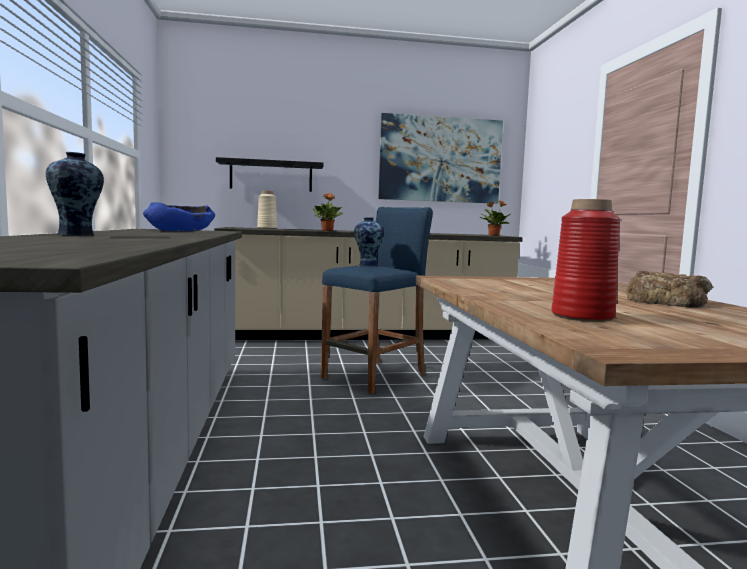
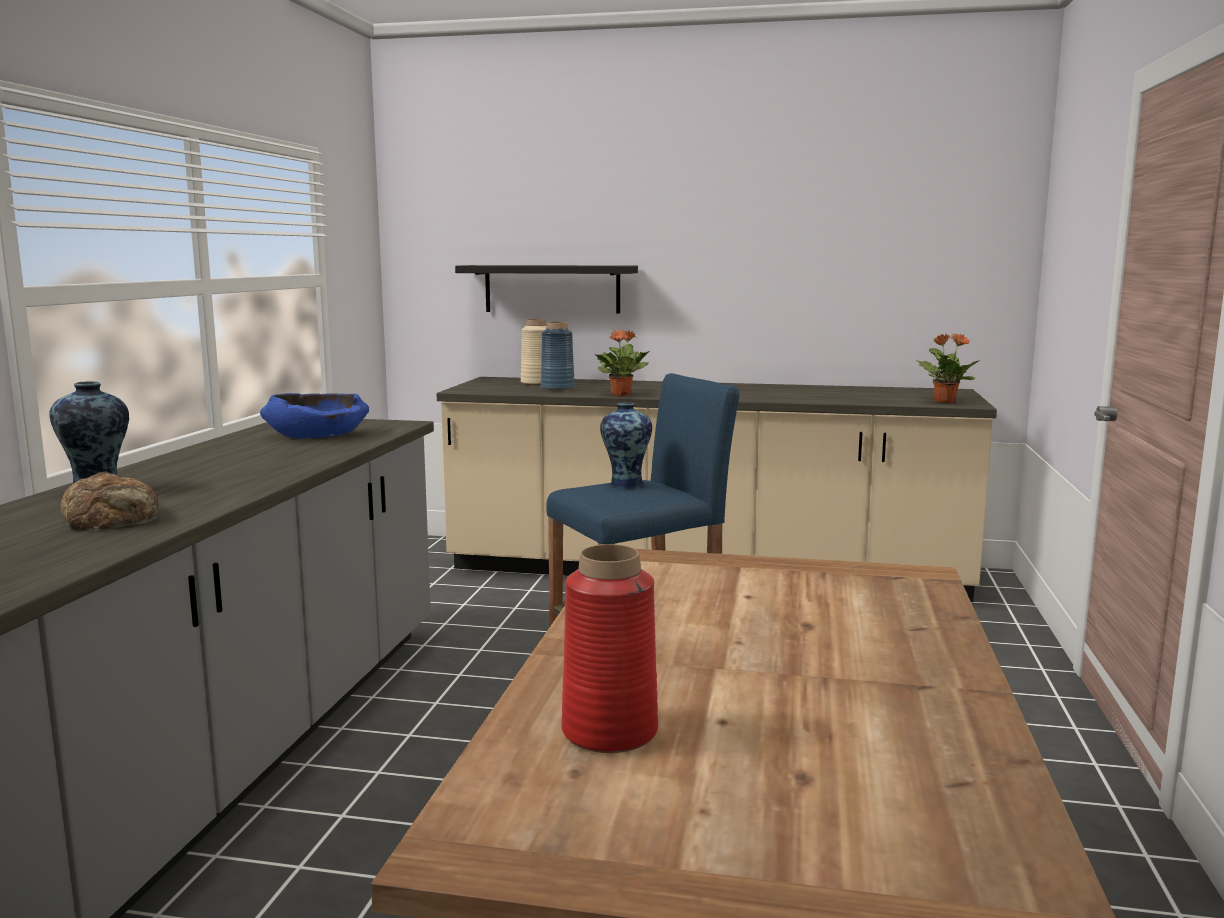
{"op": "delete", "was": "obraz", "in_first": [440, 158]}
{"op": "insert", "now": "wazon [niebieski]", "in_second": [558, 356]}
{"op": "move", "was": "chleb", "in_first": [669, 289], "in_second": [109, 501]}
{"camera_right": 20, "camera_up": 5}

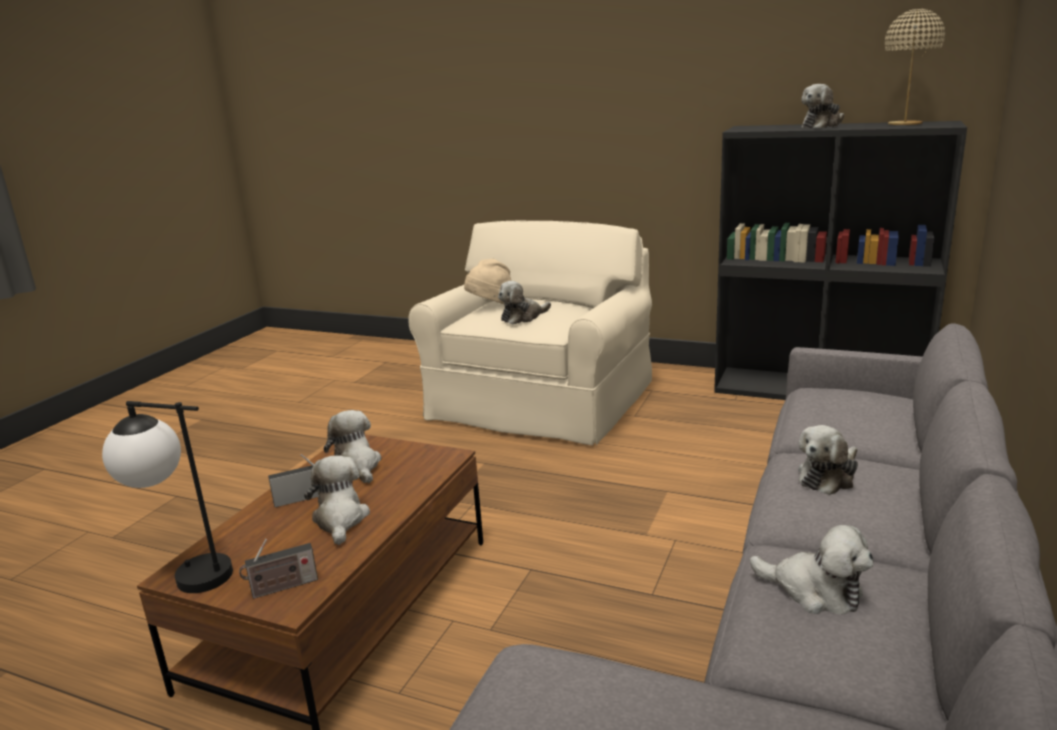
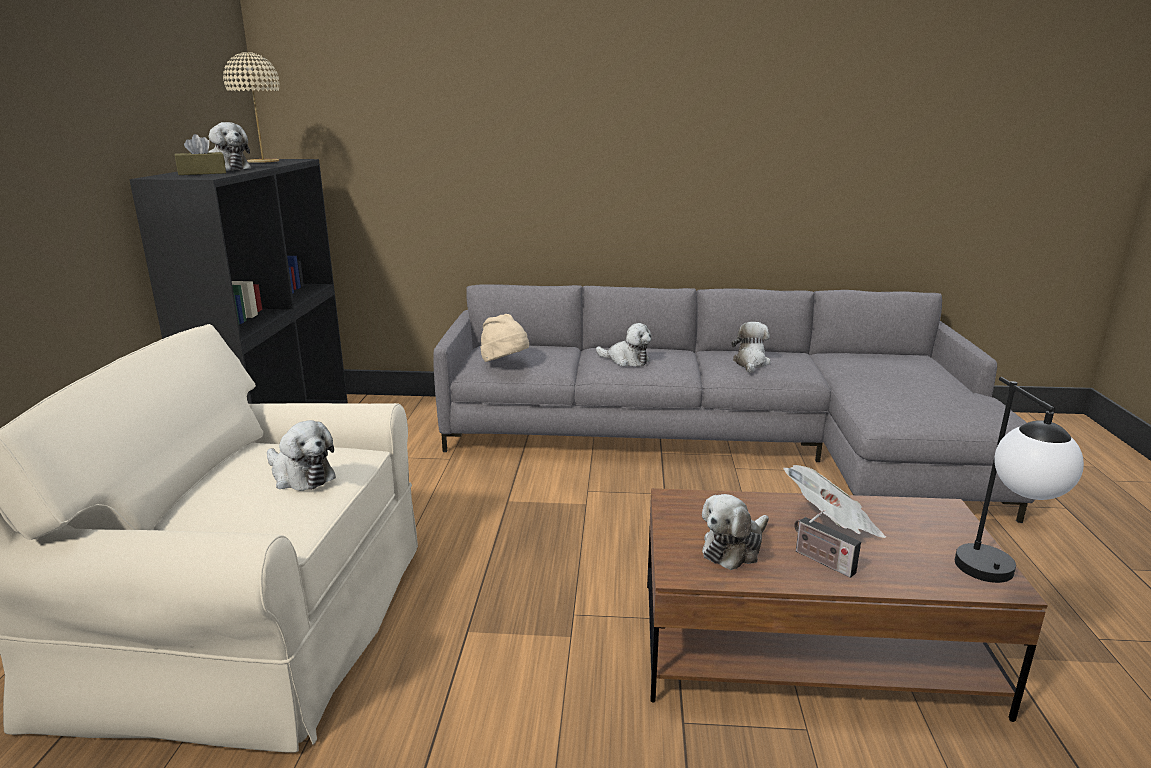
{"op": "delete", "was": "radio", "in_first": [278, 569]}
{"op": "insert", "now": "pudełko chusteczek [brązowy]", "in_second": [200, 154]}
{"op": "move", "was": "kapelusz [beżowy]", "in_first": [488, 281], "in_second": [504, 338]}
{"op": "replace", "was": "pluszak", "now": "gazeta", "in_first": [337, 500], "in_second": [834, 501]}
{"camera_right": -110, "camera_up": 0}

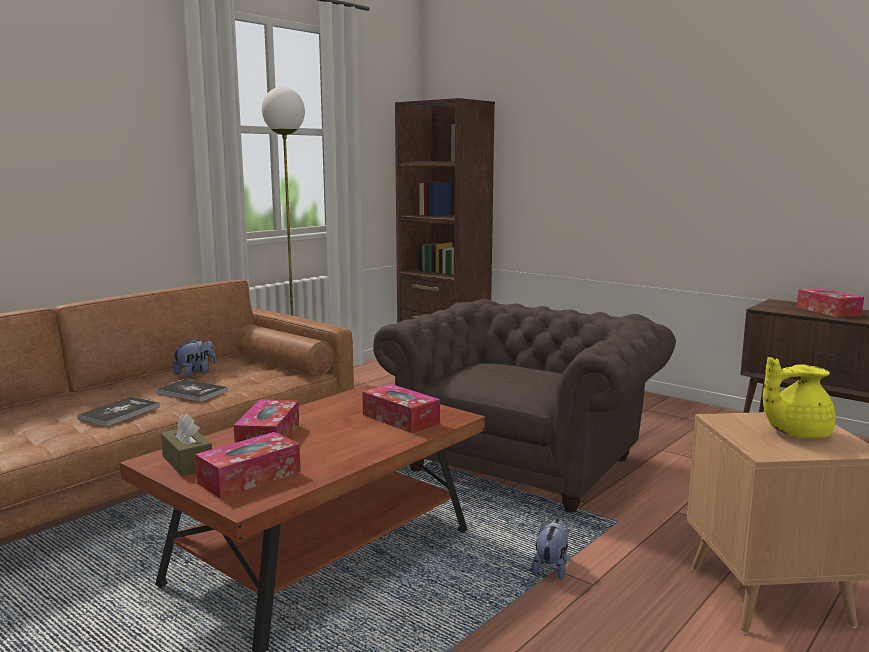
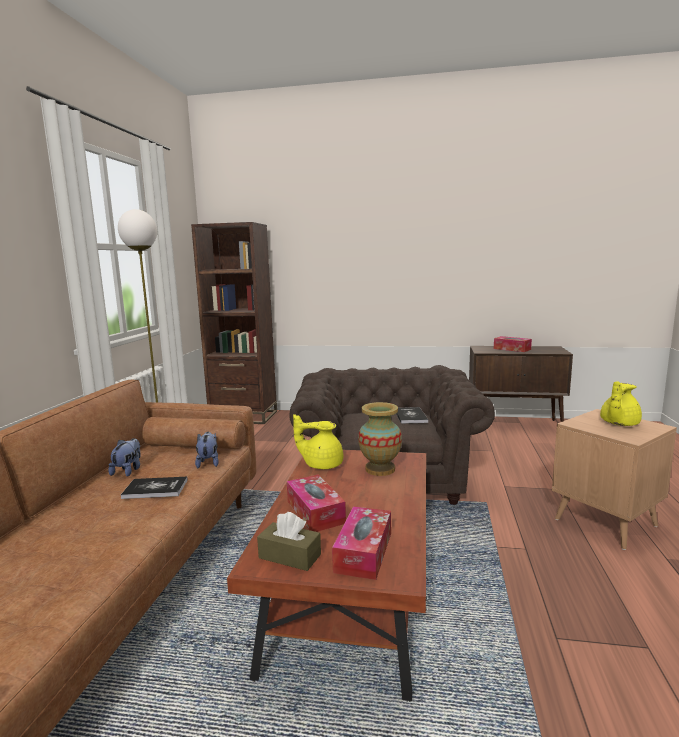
{"op": "insert", "now": "imbryk [żółty]", "in_second": [318, 441]}
{"op": "move", "was": "książka", "in_first": [119, 411], "in_second": [412, 415]}
{"op": "move", "was": "pluszak", "in_first": [549, 549], "in_second": [207, 450]}
{"op": "replace", "was": "pudełko chusteczek", "now": "wazon", "in_first": [401, 408], "in_second": [380, 439]}
{"camera_right": -30, "camera_up": 0}

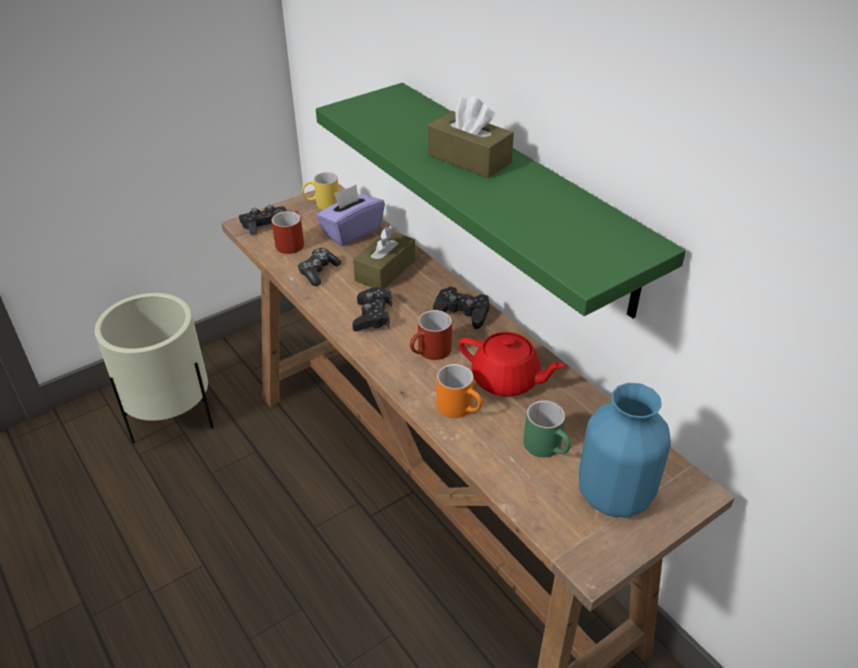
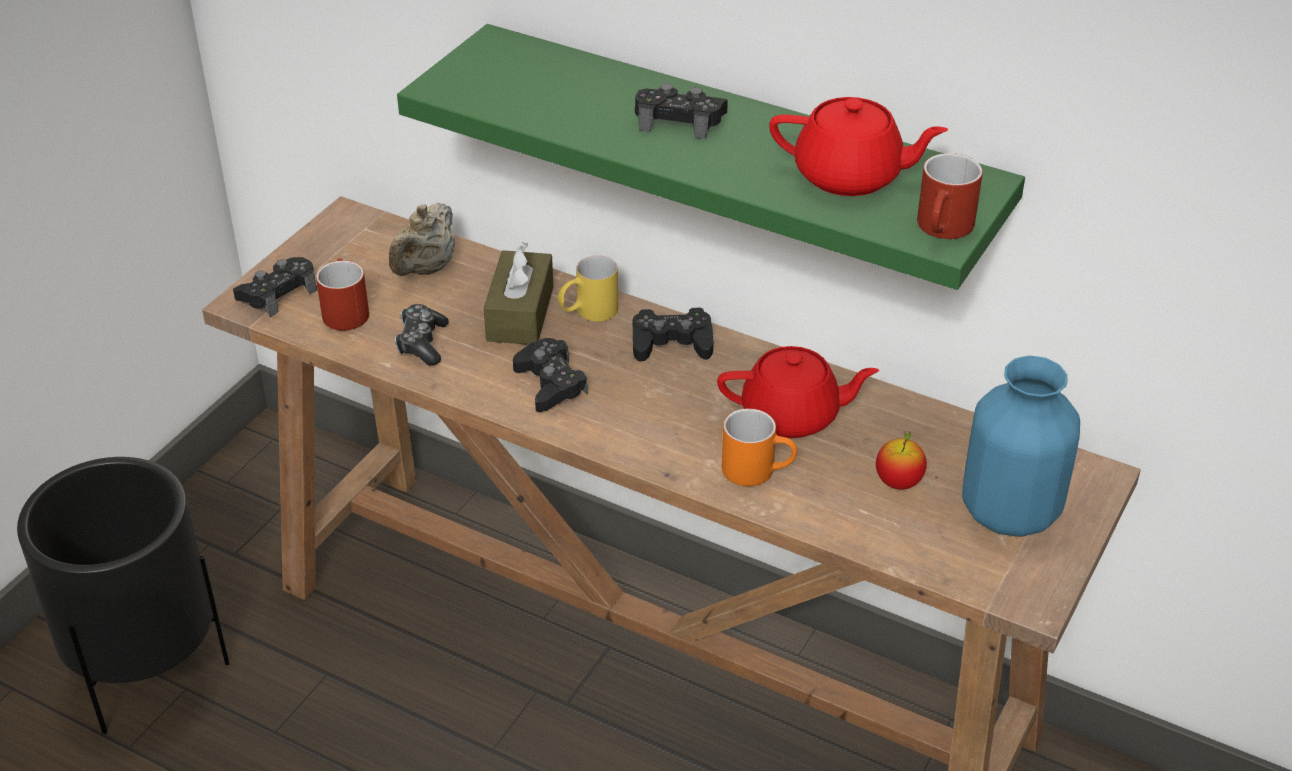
{"op": "insert", "now": "imbryk [czerwony]", "in_second": [858, 146]}
{"op": "move", "was": "kubek [żółty]", "in_first": [320, 191], "in_second": [588, 288]}
{"op": "move", "was": "kubek [czerwony]", "in_first": [431, 335], "in_second": [950, 196]}
{"op": "replace", "was": "pudełko chusteczek [fioletowy]", "now": "imbryk [beżowy]", "in_first": [350, 215], "in_second": [422, 239]}
{"op": "replace", "was": "pudełko chusteczek [brązowy]", "now": "pad do gier [czarny]", "in_first": [471, 137], "in_second": [681, 111]}
{"op": "replace", "was": "kubek [zielony]", "now": "jabłko", "in_first": [547, 428], "in_second": [901, 461]}
{"op": "recolor", "was": "donica [beżowy]", "now": "donica [czarny]", "in_first": [154, 368], "in_second": [123, 595]}
{"camera_right": -25, "camera_up": 0}

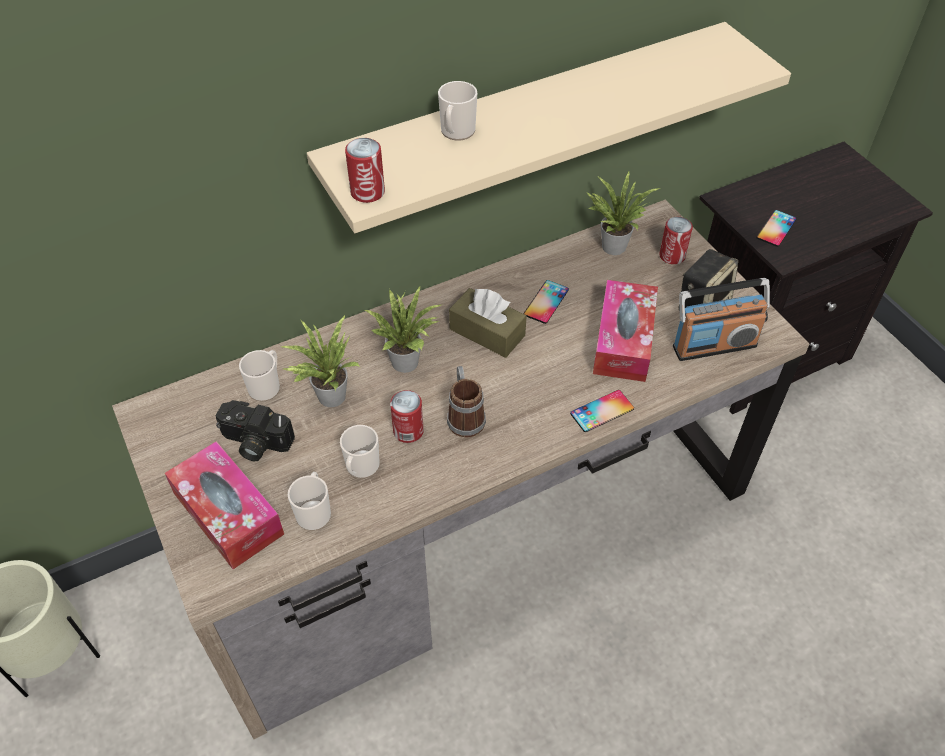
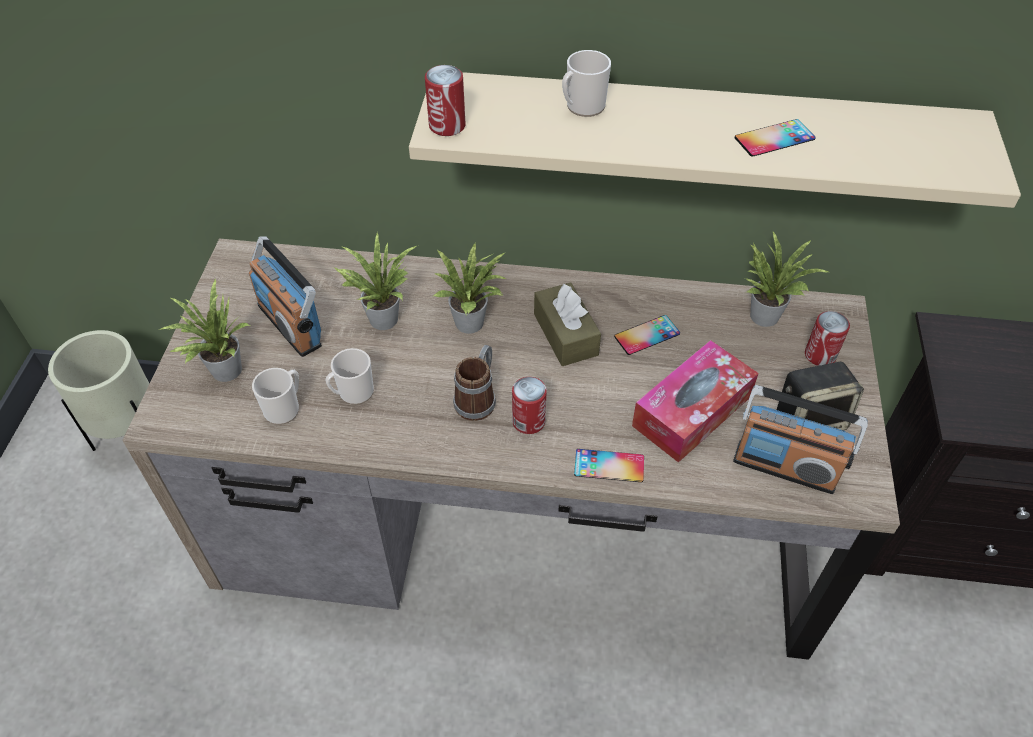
{"op": "delete", "was": "kubek", "in_first": [259, 376]}
{"op": "move", "was": "puszka", "in_first": [407, 416], "in_second": [529, 405]}
{"op": "move", "was": "telefon", "in_first": [776, 228], "in_second": [775, 138]}
{"op": "replace", "was": "pudełko chusteczek", "now": "roślina doniczkowa", "in_first": [224, 505], "in_second": [205, 330]}
{"op": "replace", "was": "aparat fotograficzny", "now": "radio", "in_first": [255, 430], "in_second": [285, 297]}
{"camera_right": 35, "camera_up": 0}

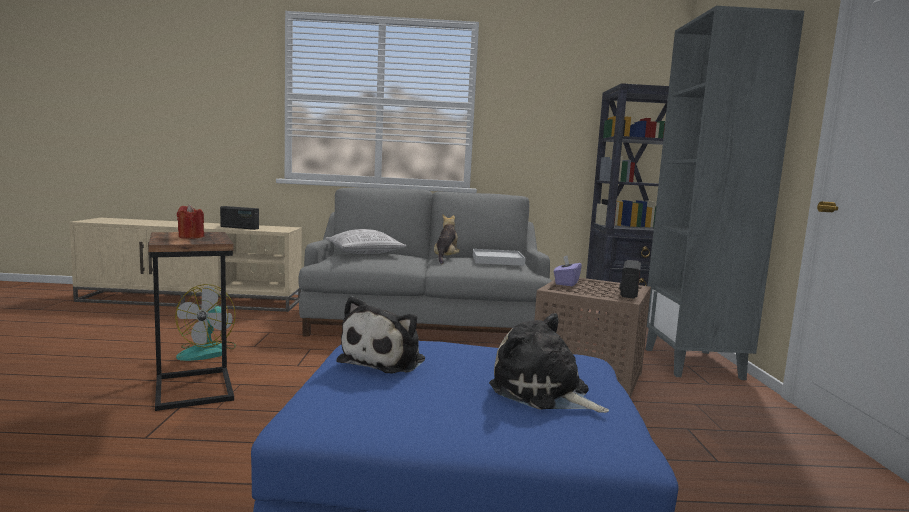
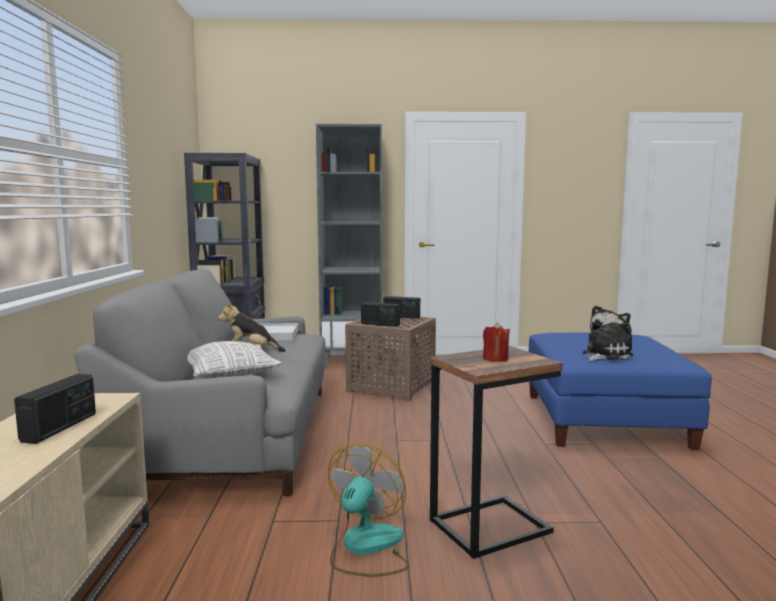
{"op": "replace", "was": "pudełko chusteczek [fioletowy]", "now": "radio", "in_first": [568, 271], "in_second": [380, 314]}
{"op": "rotate", "was": "wentylator", "in_first": [205, 322], "in_second": [368, 510], "clockwise": -75}
{"op": "rotate", "was": "pluszak", "in_first": [380, 334], "in_second": [608, 341], "clockwise": -60}
{"camera_right": -90, "camera_up": 0}

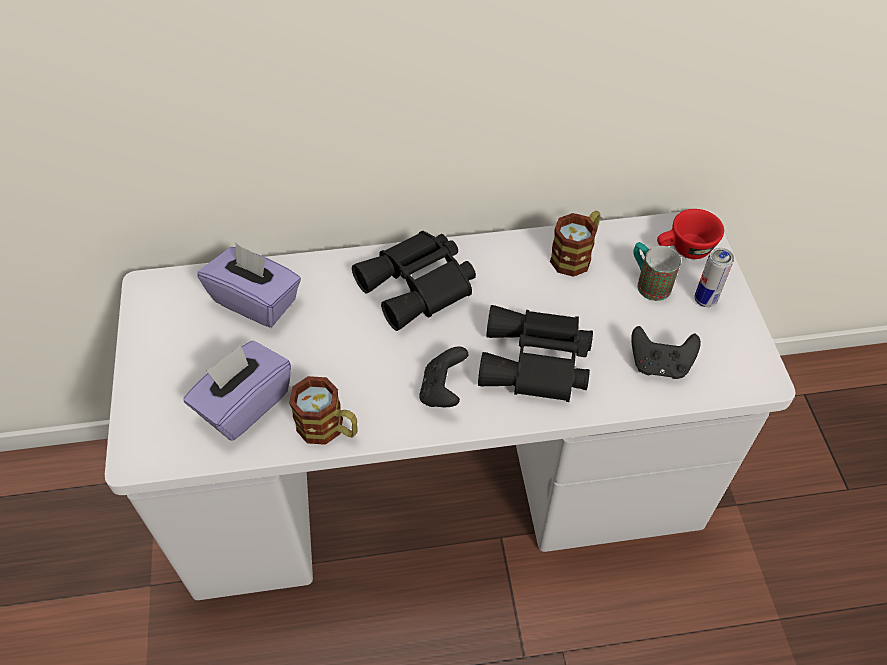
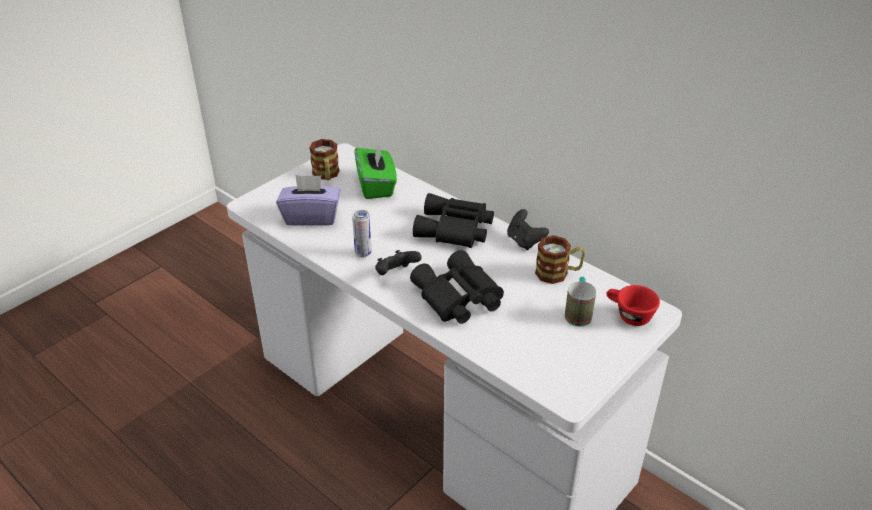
{"op": "move", "was": "kubek", "in_first": [323, 410], "in_second": [324, 159]}
{"op": "move", "was": "pad do gier [czarny]", "in_first": [666, 352], "in_second": [528, 229]}
{"op": "move", "was": "puszka", "in_first": [714, 277], "in_second": [362, 233]}
{"op": "recolor", "was": "pudełko chusteczek [fioletowy]", "now": "pudełko chusteczek [zielony]", "in_first": [249, 285], "in_second": [376, 171]}
{"camera_right": 50, "camera_up": -15}

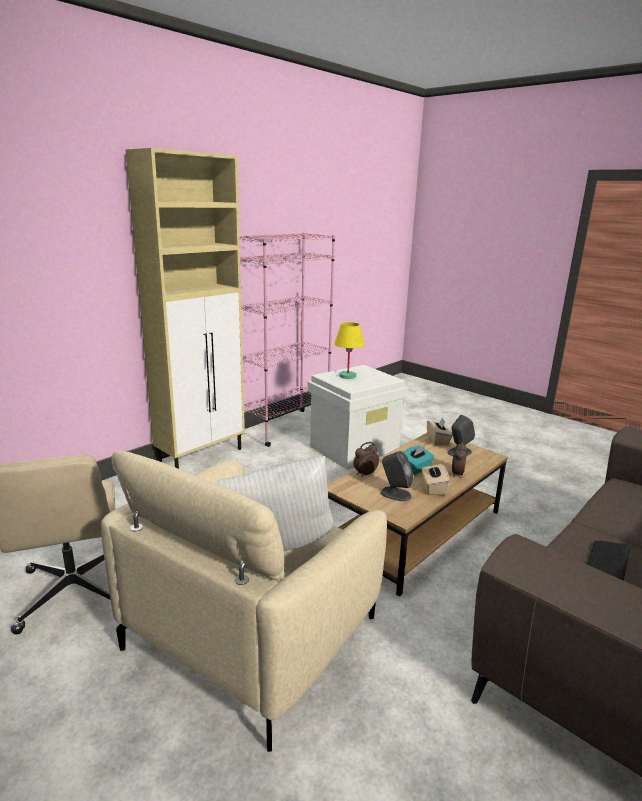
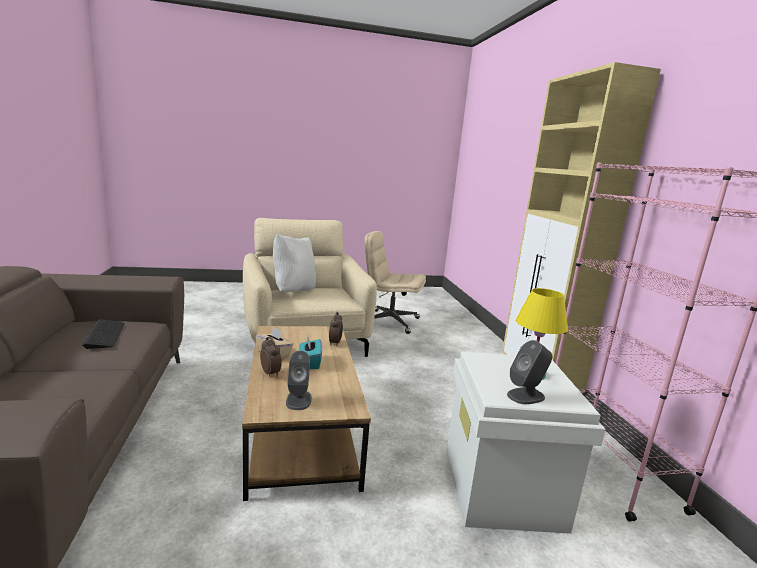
{"op": "delete", "was": "pudełko chusteczek [beżowy]", "in_first": [440, 431]}
{"op": "move", "was": "głośnik [szary]", "in_first": [396, 476], "in_second": [529, 372]}
{"camera_right": 125, "camera_up": -5}

